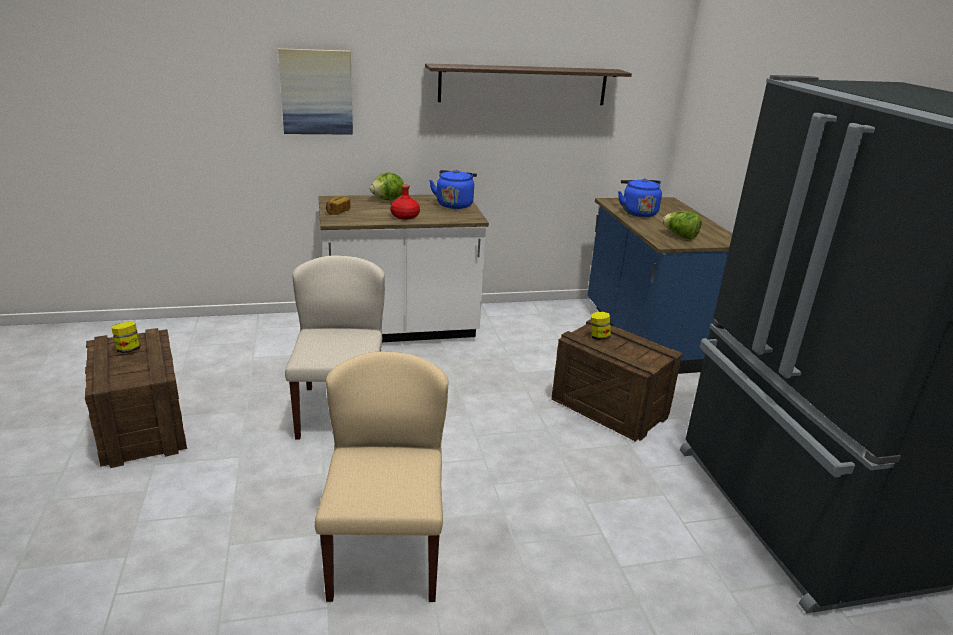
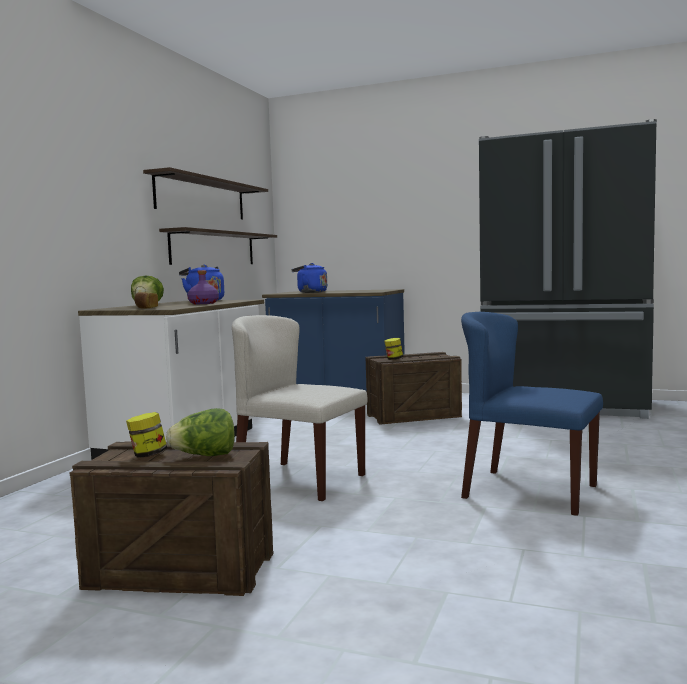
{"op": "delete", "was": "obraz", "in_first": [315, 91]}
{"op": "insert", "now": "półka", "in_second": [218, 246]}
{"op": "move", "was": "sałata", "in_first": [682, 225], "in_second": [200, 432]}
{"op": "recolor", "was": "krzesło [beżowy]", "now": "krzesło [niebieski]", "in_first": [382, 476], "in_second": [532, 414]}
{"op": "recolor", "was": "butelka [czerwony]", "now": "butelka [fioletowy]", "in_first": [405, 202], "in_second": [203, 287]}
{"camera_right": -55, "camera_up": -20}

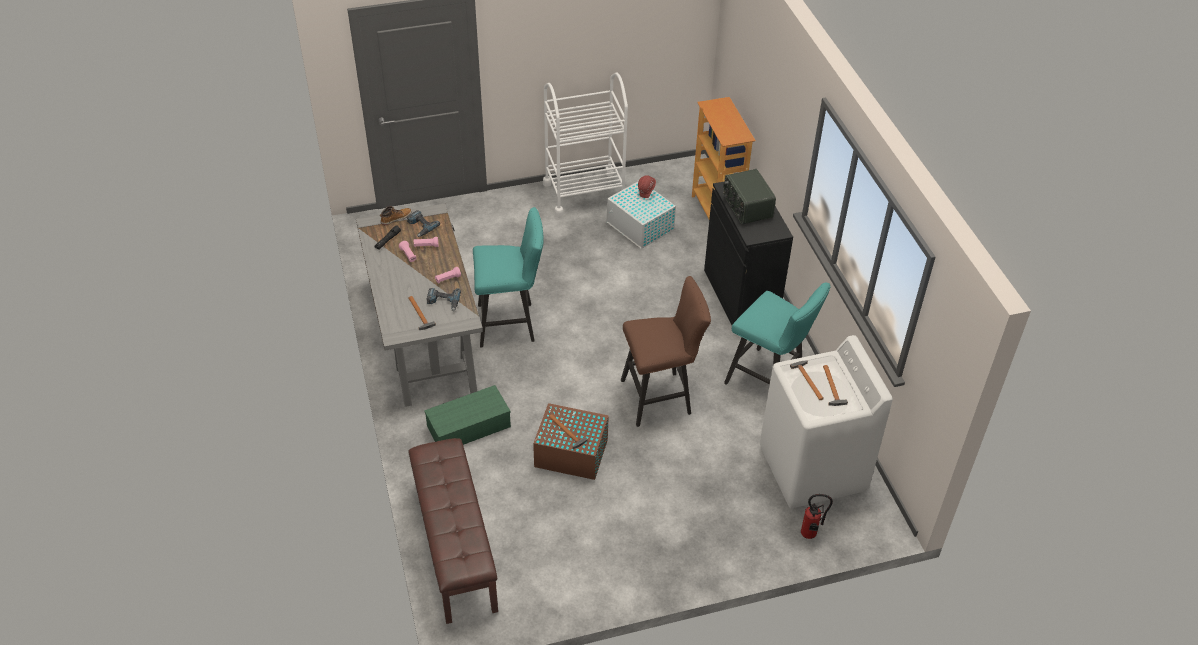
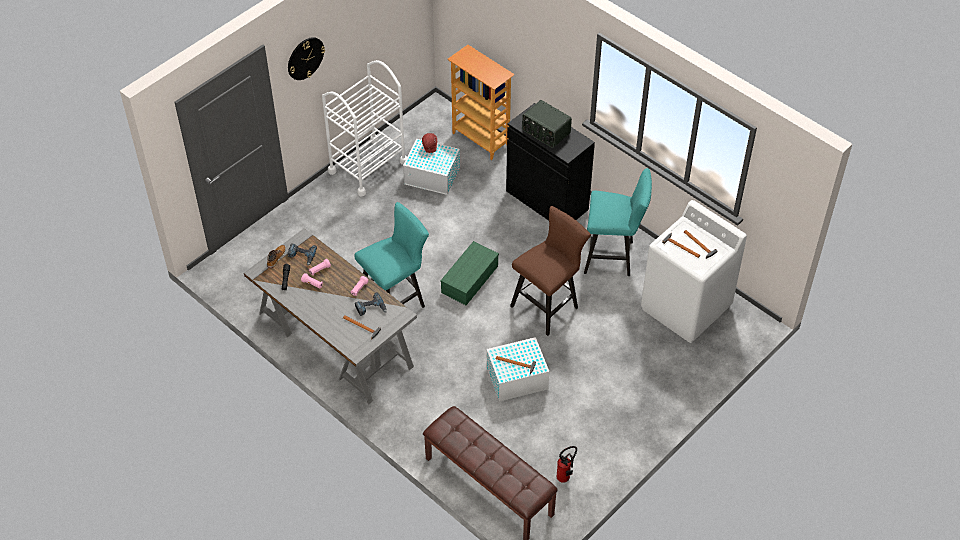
{"op": "insert", "now": "zegar ścienny", "in_second": [306, 58]}
{"op": "move", "was": "pojemnik do przechowywania [zielony]", "in_first": [467, 415], "in_second": [469, 273]}
{"op": "move", "was": "gaśnica", "in_first": [817, 516], "in_second": [566, 464]}
{"op": "recolor", "was": "pojemnik do przechowywania [brązowy]", "now": "pojemnik do przechowywania [biały]", "in_first": [571, 441], "in_second": [518, 369]}
{"camera_right": -30, "camera_up": 5}

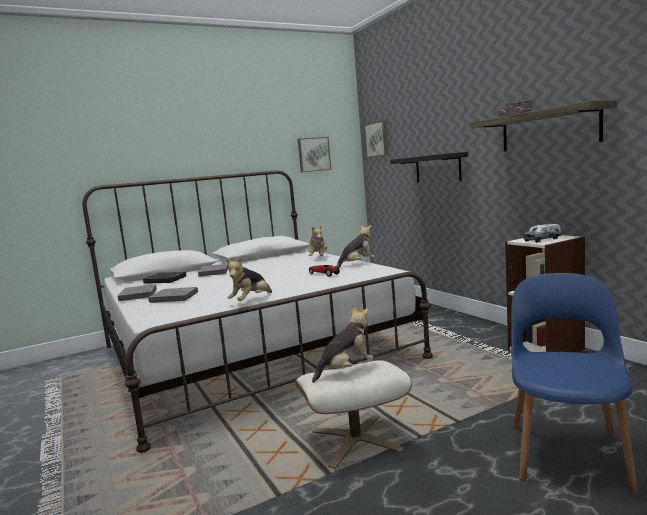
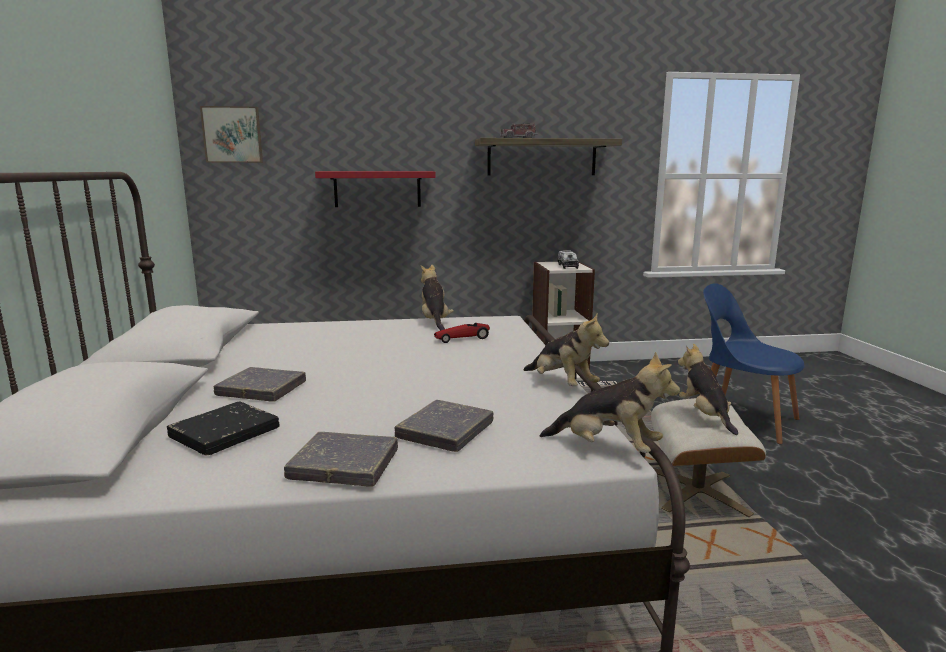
{"op": "delete", "was": "obraz", "in_first": [314, 154]}
{"op": "move", "was": "pluszak", "in_first": [317, 240], "in_second": [610, 402]}
{"op": "recolor", "was": "półka [czarny]", "now": "półka [czerwony]", "in_first": [429, 167], "in_second": [375, 189]}
{"camera_right": -70, "camera_up": 5}

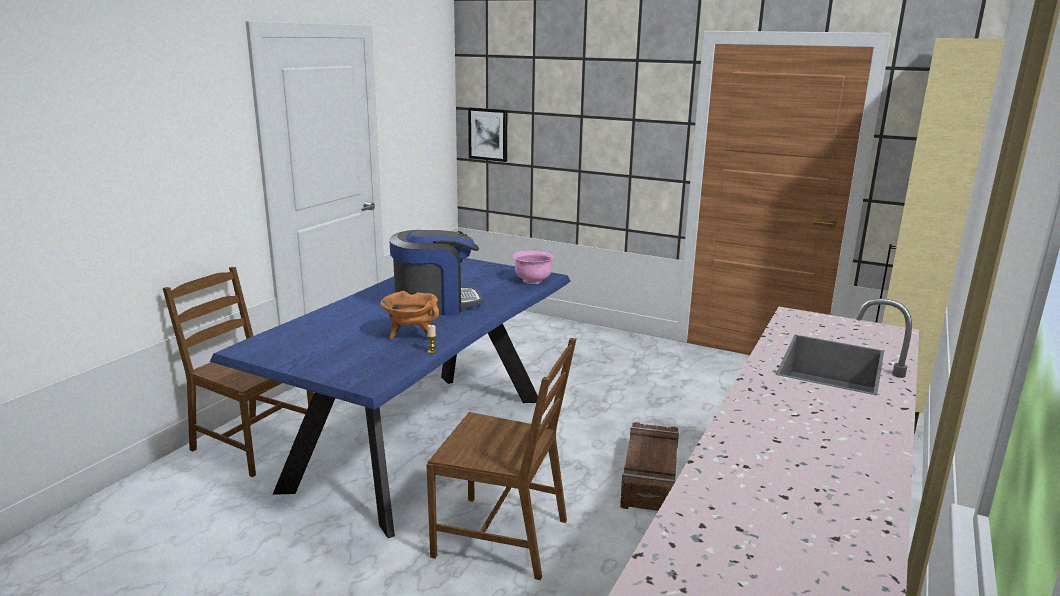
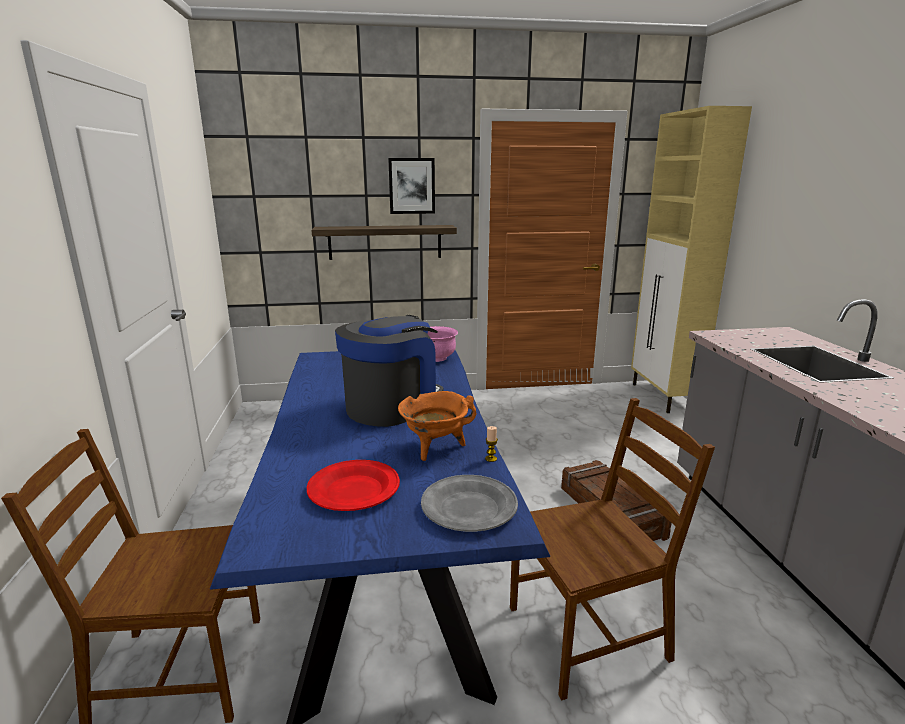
{"op": "insert", "now": "talerz [czerwony]", "in_second": [353, 485]}
{"op": "insert", "now": "półka", "in_second": [384, 242]}
{"op": "insert", "now": "talerz [szary]", "in_second": [469, 503]}
{"op": "move", "was": "obraz", "in_first": [487, 135], "in_second": [411, 186]}
{"camera_right": -35, "camera_up": 0}

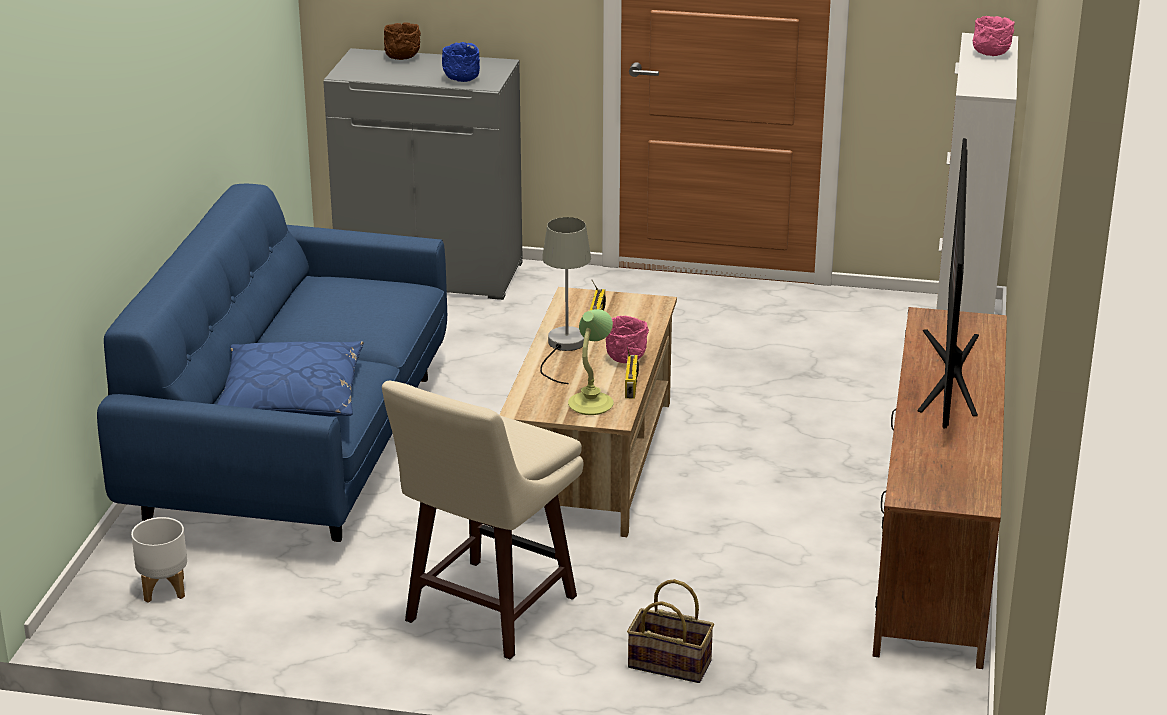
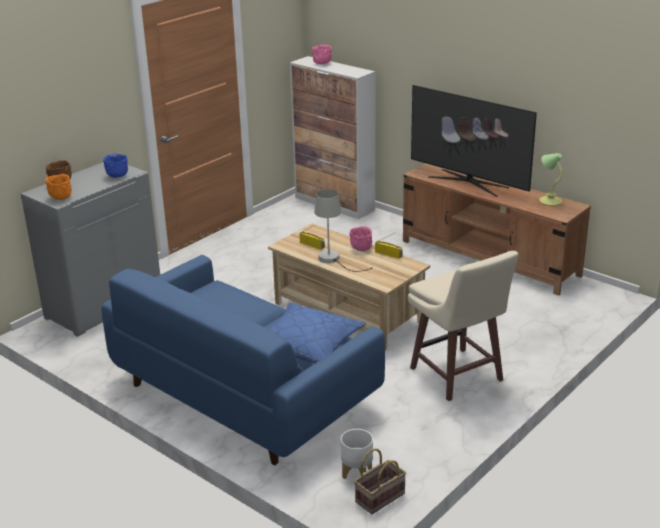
{"op": "insert", "now": "miska [pomarańczowy]", "in_second": [58, 187]}
{"op": "move", "was": "lampa stołowa", "in_first": [591, 362], "in_second": [551, 179]}
{"op": "move", "was": "koszyk", "in_first": [670, 631], "in_second": [380, 481]}
{"camera_right": -60, "camera_up": 0}

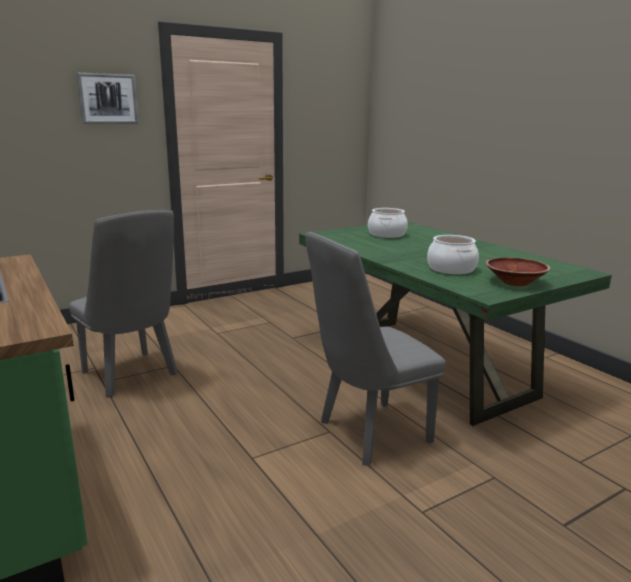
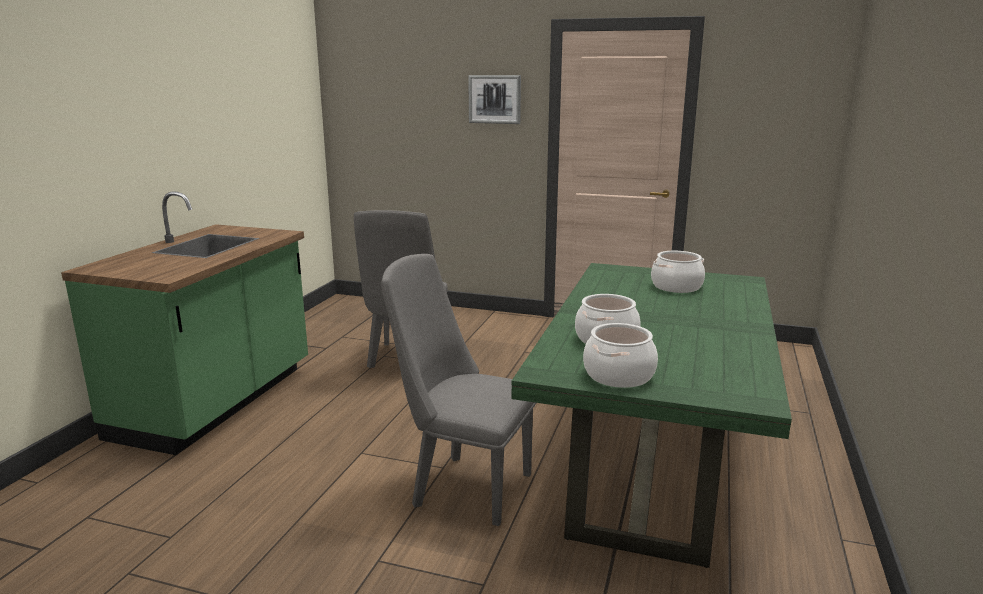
{"op": "replace", "was": "miska [brązowy]", "now": "garnek", "in_first": [518, 272], "in_second": [620, 355]}
{"camera_right": 50, "camera_up": 0}

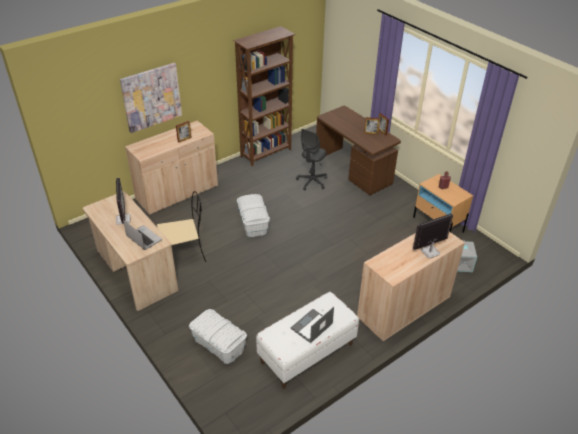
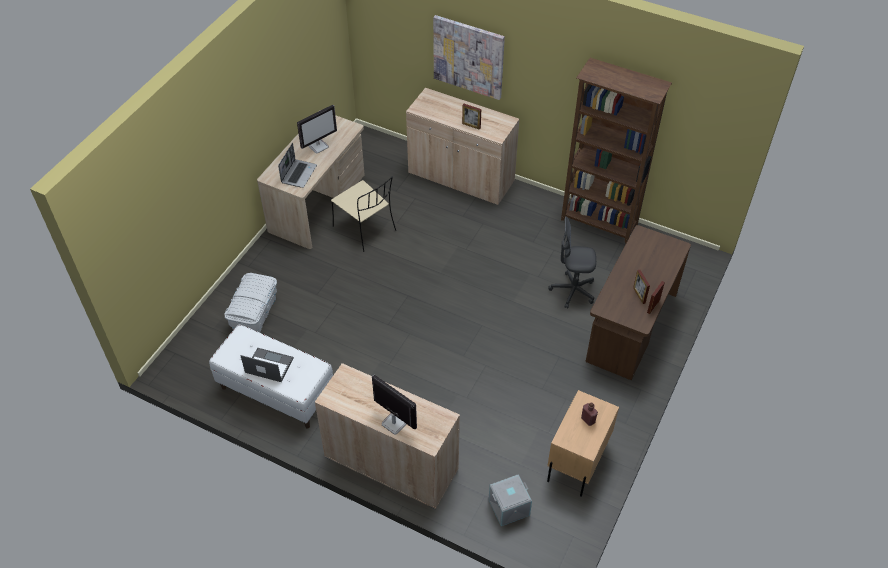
{"op": "delete", "was": "pojemnik do przechowywania [biały]", "in_first": [253, 215]}
{"camera_right": 65, "camera_up": 10}

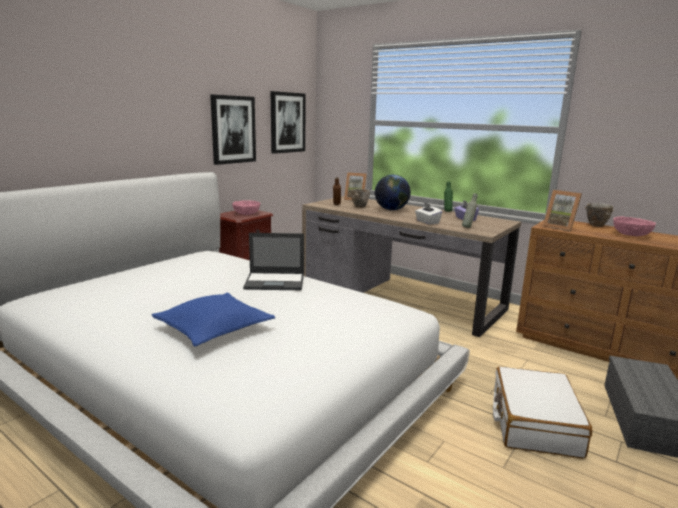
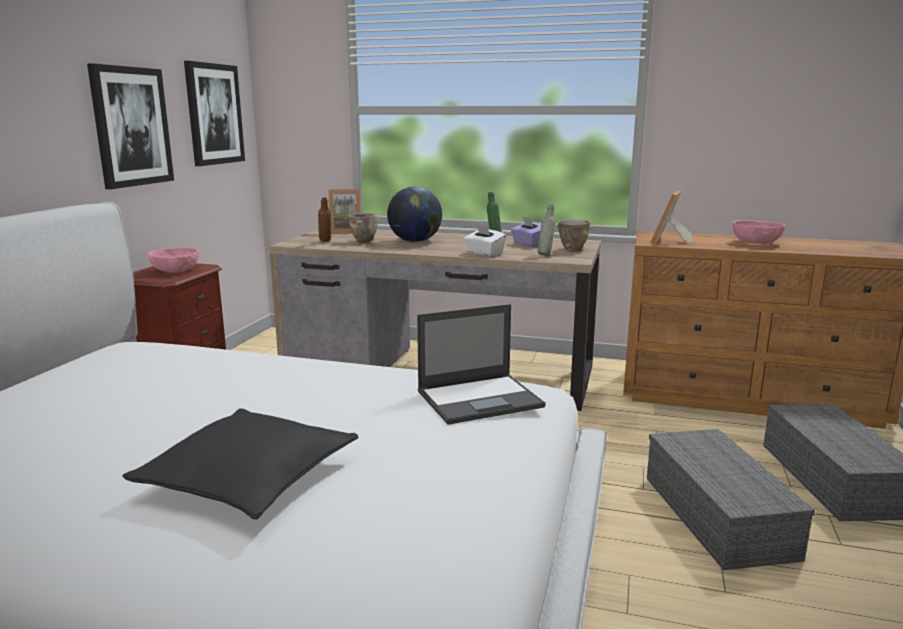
{"op": "move", "was": "laptop", "in_first": [273, 261], "in_second": [481, 364]}
{"op": "move", "was": "miska", "in_first": [599, 215], "in_second": [574, 235]}
{"op": "replace", "was": "walizka [biały]", "now": "pojemnik do przechowywania [szary]", "in_first": [542, 412], "in_second": [731, 499]}
{"op": "recolor", "was": "poduszka [niebieski]", "now": "poduszka [czarny]", "in_first": [213, 320], "in_second": [240, 463]}
{"op": "rotate", "was": "ramka na zdjęcie", "in_first": [562, 211], "in_second": [671, 217], "clockwise": 90}
{"camera_right": -20, "camera_up": 0}

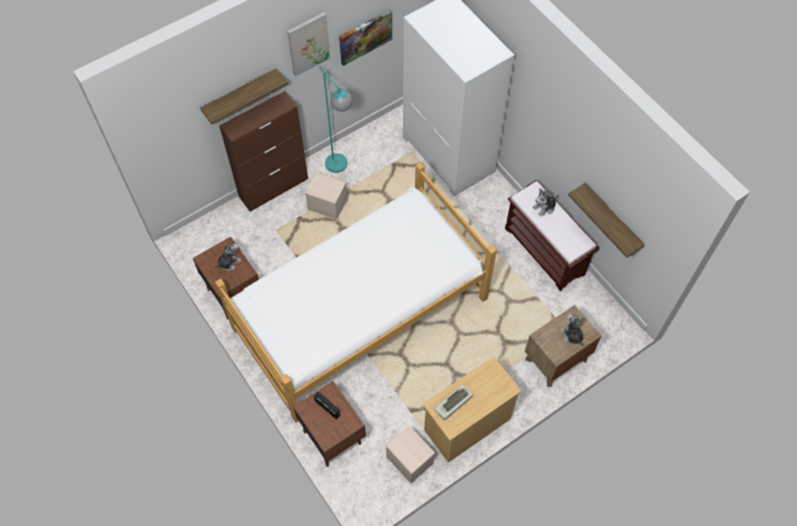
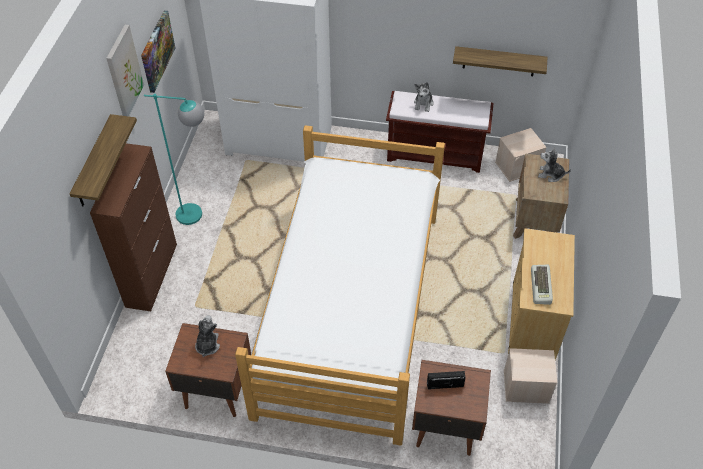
{"op": "move", "was": "pojemnik do przechowywania [beżowy]", "in_first": [326, 196], "in_second": [521, 155]}
{"camera_right": -45, "camera_up": -10}

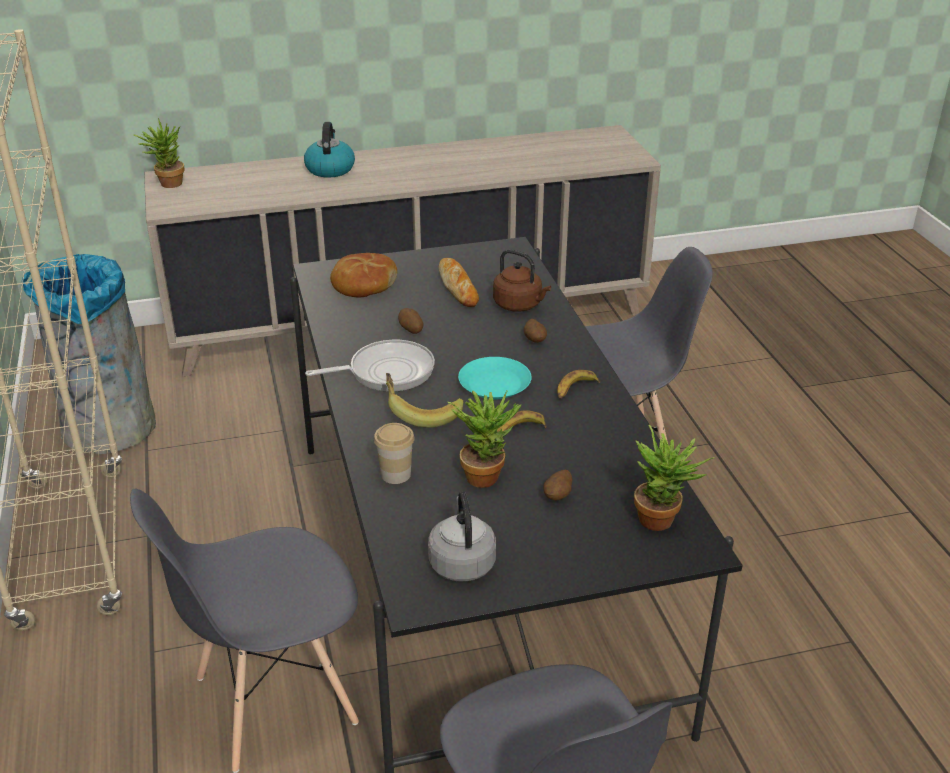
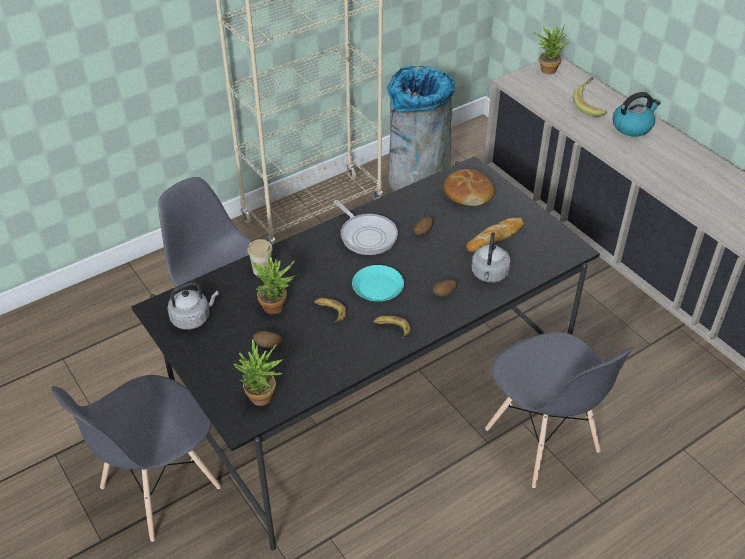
{"op": "move", "was": "banan", "in_first": [424, 400], "in_second": [590, 97]}
{"op": "recolor", "was": "czajnik [brązowy]", "now": "czajnik [szary]", "in_first": [522, 280], "in_second": [491, 257]}
{"camera_right": 70, "camera_up": 10}

